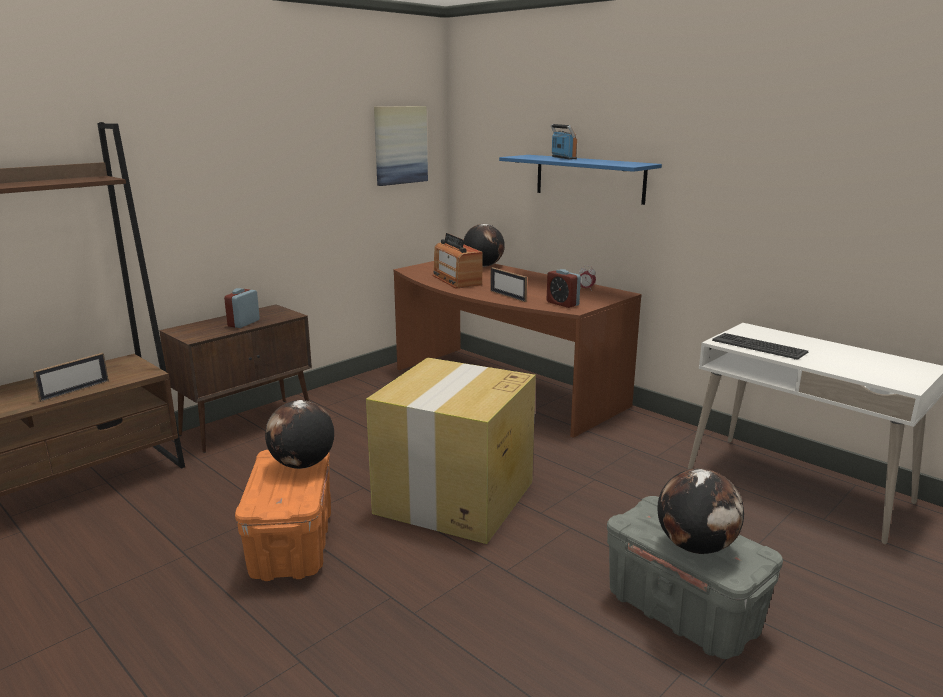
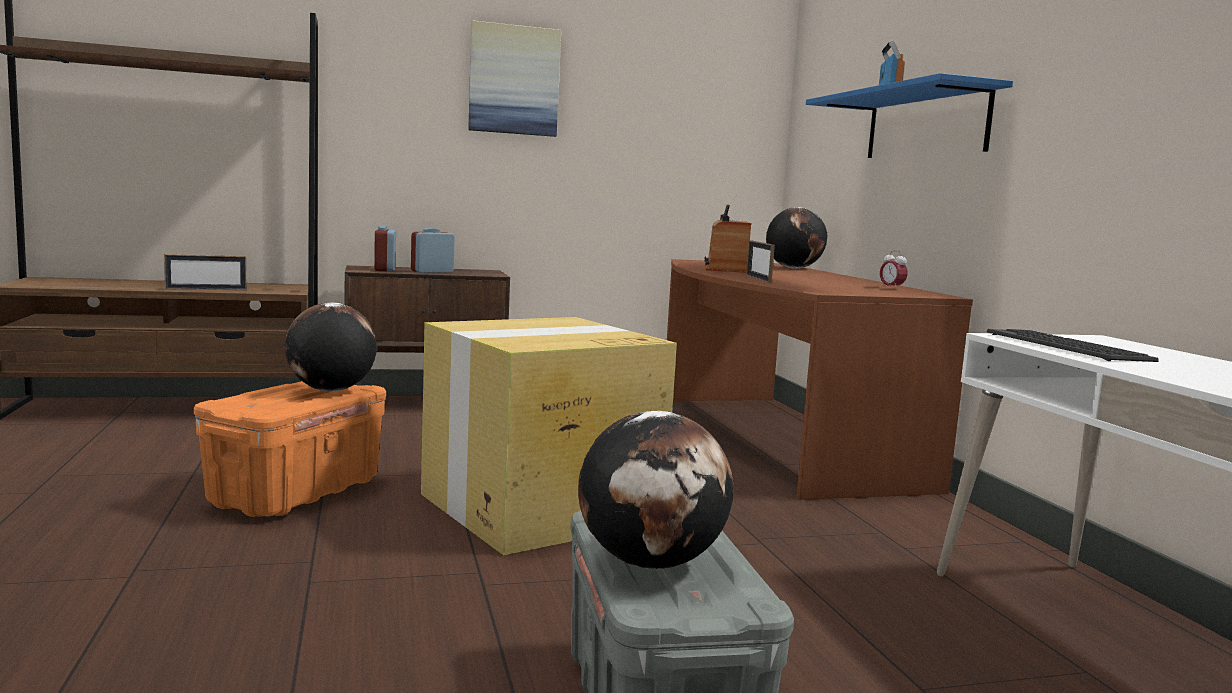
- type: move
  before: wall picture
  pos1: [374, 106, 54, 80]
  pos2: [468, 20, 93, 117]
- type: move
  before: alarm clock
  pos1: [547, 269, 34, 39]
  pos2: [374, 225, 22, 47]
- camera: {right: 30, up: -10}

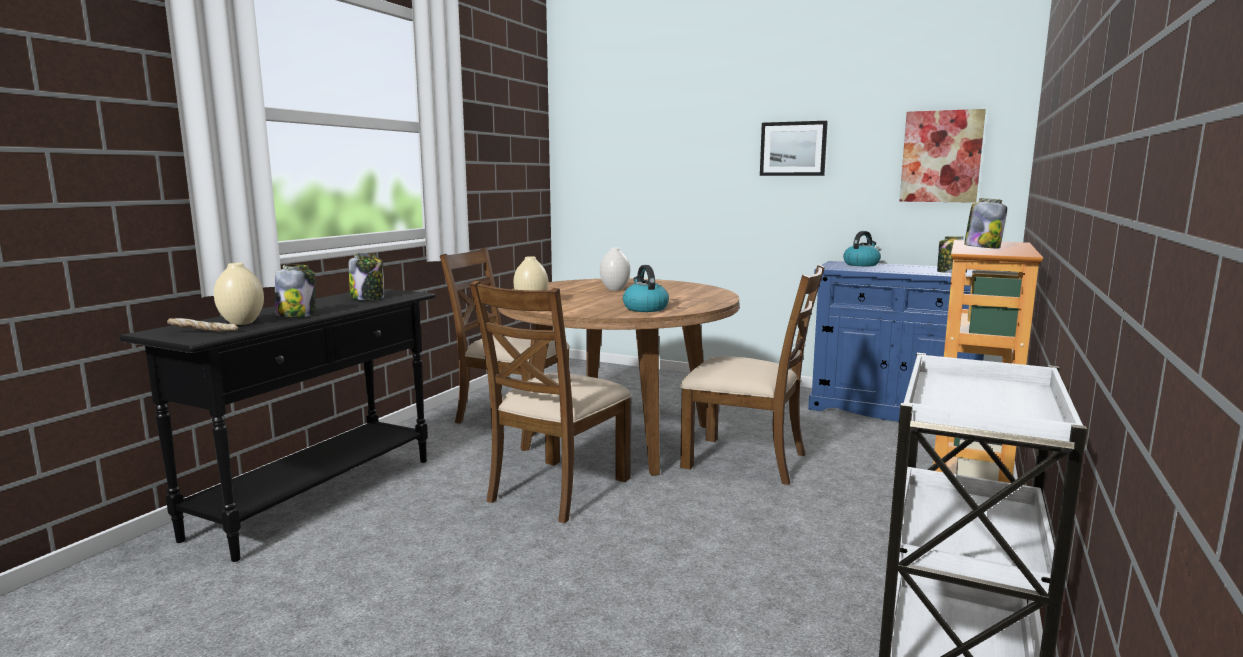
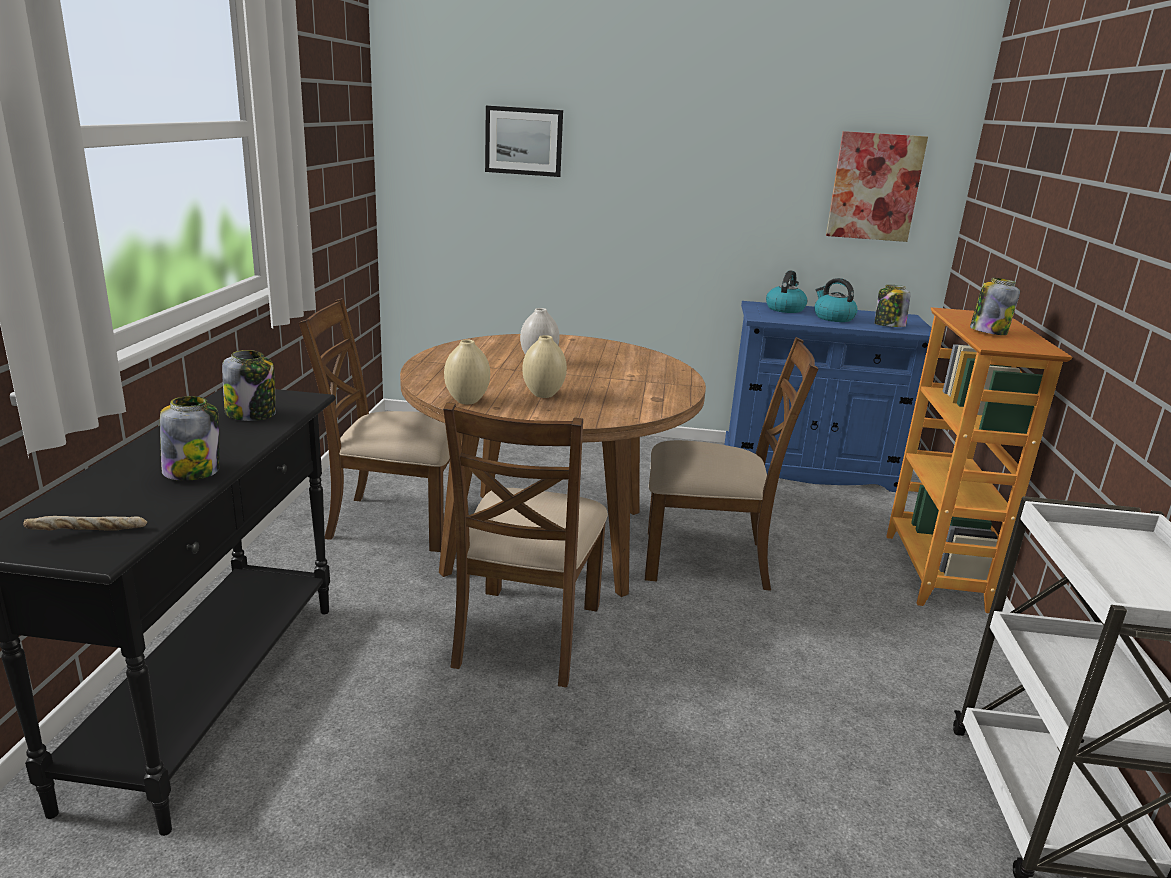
- type: move
  before: wall picture
  pos1: [760, 121, 68, 55]
  pos2: [485, 106, 78, 71]
- type: move
  before: vase/beige
  pos1: [214, 263, 50, 62]
  pos2: [522, 335, 45, 63]
- type: move
  before: tea kettle
  pos1: [623, 265, 46, 47]
  pos2: [814, 278, 44, 44]
- camera: {right: -20, up: 10}

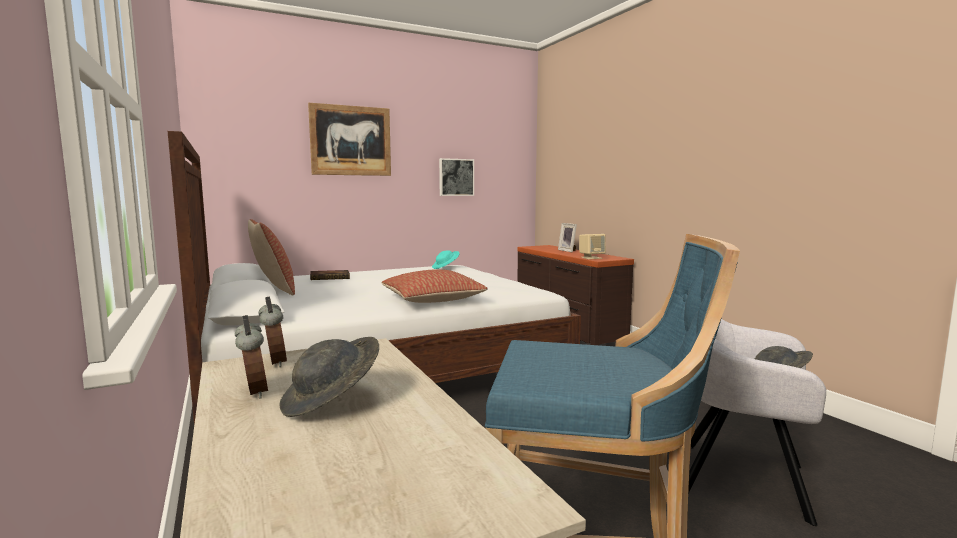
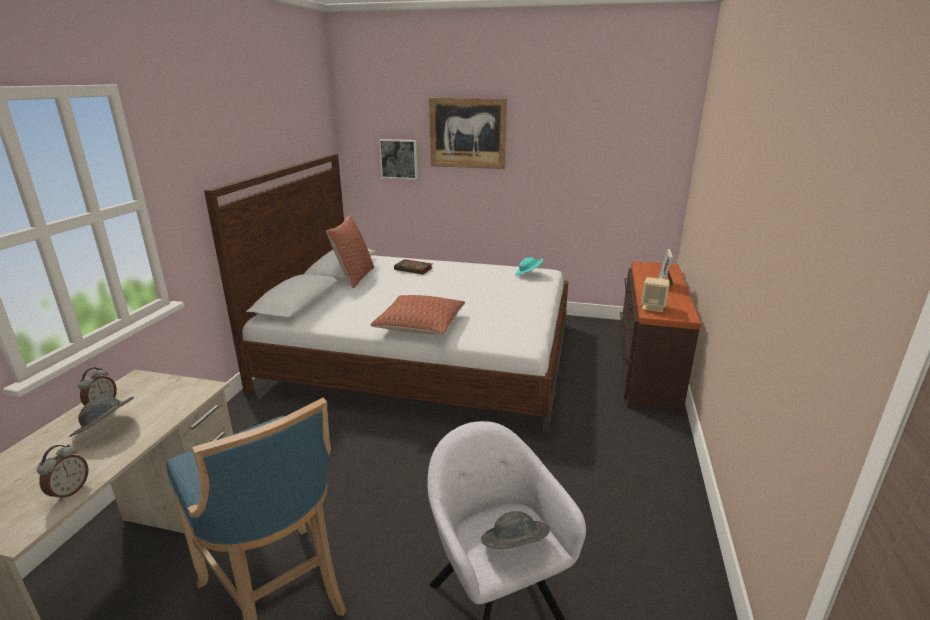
- type: move
  before: wall picture
  pos1: [439, 158, 35, 38]
  pos2: [379, 139, 39, 40]
- type: move
  before: alarm clock
  pos1: [259, 297, 28, 70]
  pos2: [37, 445, 52, 57]
- camera: {right: 40, up: 15}

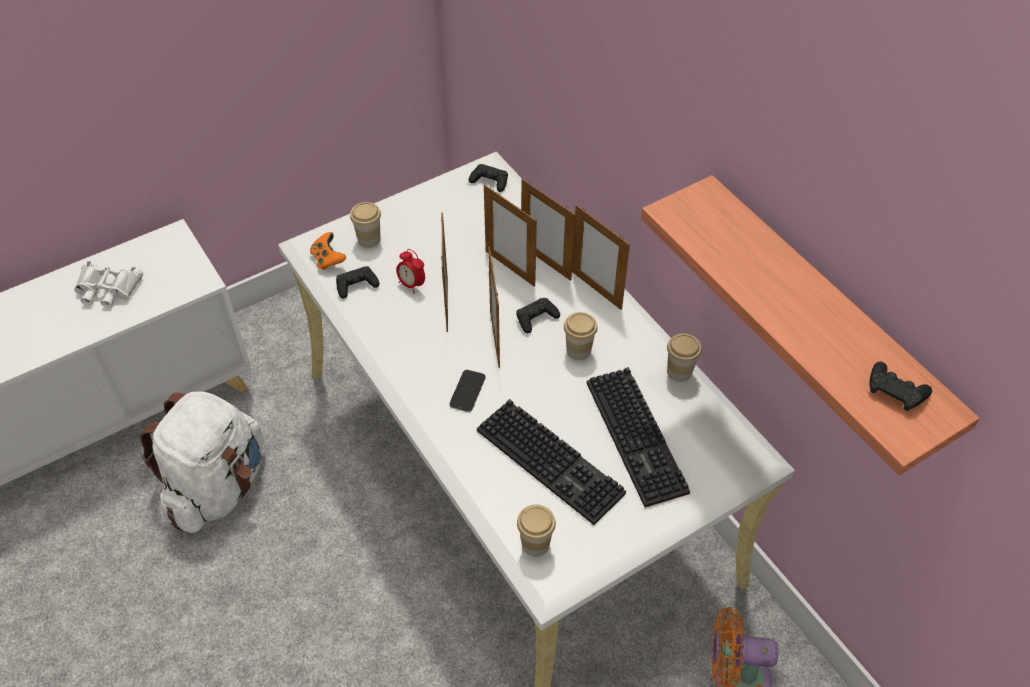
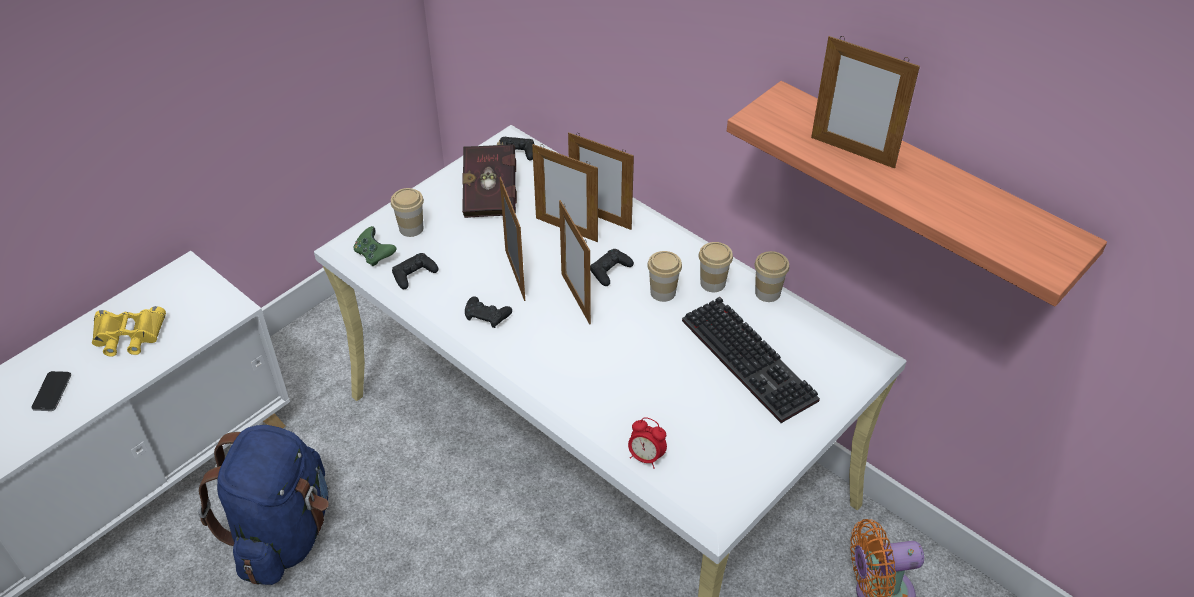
- type: move
  before: picture frame
  pos1: [572, 205, 58, 105]
  pos2: [811, 36, 109, 133]
- type: recolor
  before: game controller/orange-coloured
  after: game controller/green
  pos1: [310, 232, 36, 38]
  pos2: [354, 226, 43, 40]
- type: move
  before: alarm clock
  pos1: [396, 249, 29, 45]
  pos2: [628, 417, 39, 52]
- type: recolor
  before: binoculars/white
  after: binoculars/yellowish
  pos1: [74, 261, 69, 47]
  pos2: [92, 306, 74, 51]
- type: move
  before: game controller/black-coloured
  pos1: [869, 362, 63, 49]
  pos2: [465, 296, 47, 32]
- type: move
  before: phone
  pos1: [449, 370, 37, 42]
  pos2: [32, 371, 39, 40]
- type: recolor
  before: knapsack/white
  after: knapsack/blue
  pos1: [140, 392, 124, 141]
  pos2: [198, 425, 131, 160]
- type: delete
  before: keyboard
  pos1: [477, 399, 149, 126]
- type: move
  before: cup
  pos1: [517, 505, 39, 52]
  pos2: [699, 242, 34, 50]
- type: insert
  after: bound book/reddish
  pos2: [462, 140, 55, 78]
- camera: {right: -15, up: -5}

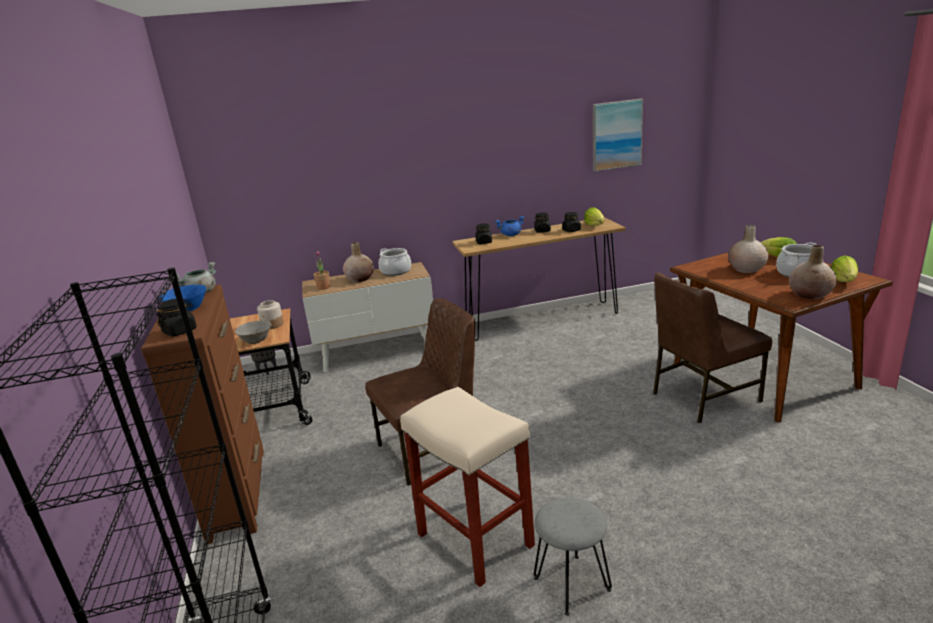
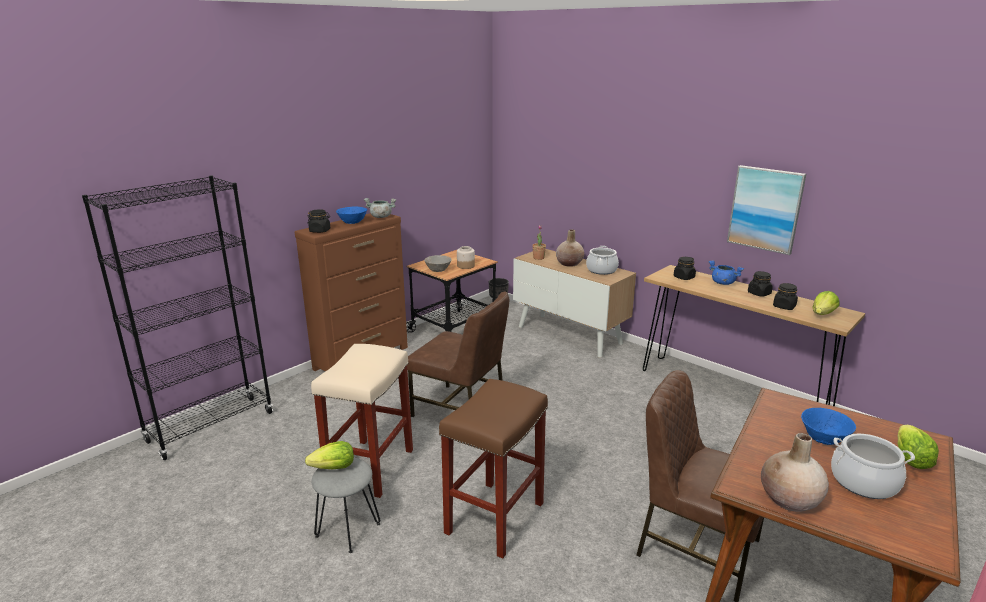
- type: move
  before: wall picture
  pos1: [593, 99, 50, 72]
  pos2: [727, 165, 79, 90]
- type: replace
  before: vase/beige
  after: deep dish/blue
  pos1: [728, 225, 41, 48]
  pos2: [801, 408, 55, 37]
- type: move
  before: lettuce head
  pos1: [831, 255, 27, 27]
  pos2: [305, 441, 49, 29]
- type: insert
  after: stool seat/brownish
  pos2: [439, 379, 109, 180]
- camera: {right: 55, up: 0}

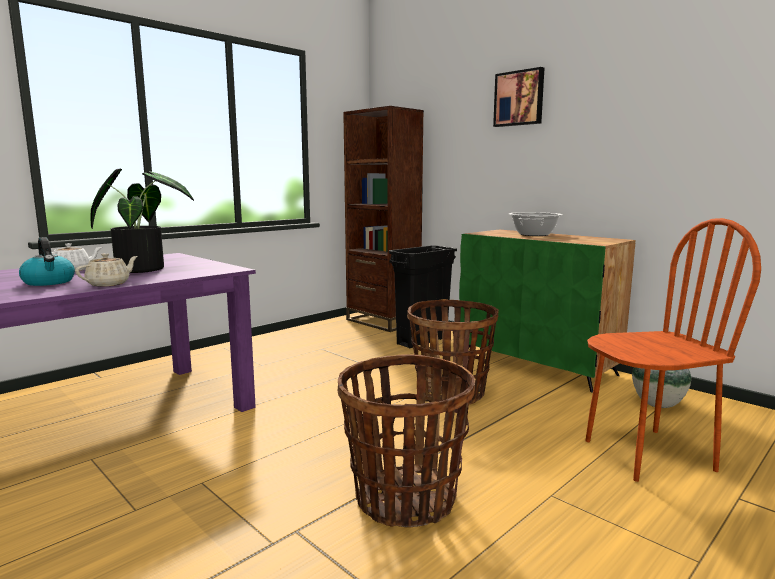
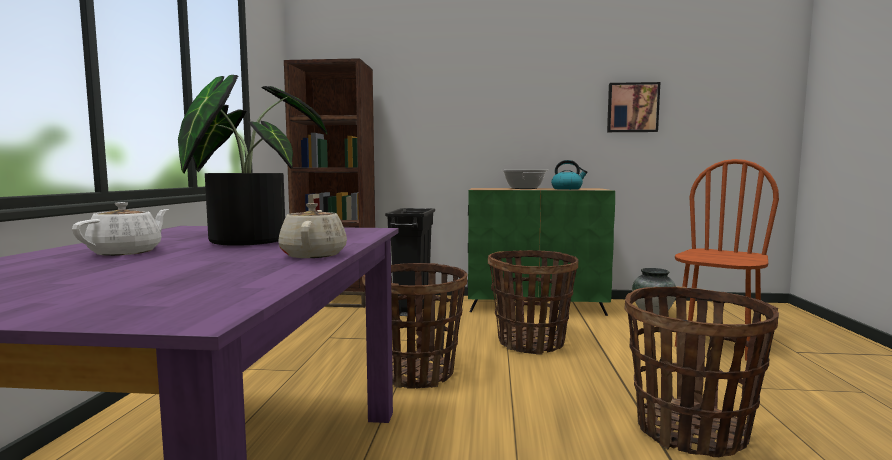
- type: move
  before: wall picture
  pos1: [493, 67, 51, 60]
  pos2: [607, 82, 53, 50]
- type: move
  before: tea kettle
  pos1: [19, 237, 56, 49]
  pos2: [551, 160, 37, 30]
- type: insert
  after: basket
  pos2: [362, 263, 105, 126]
- camera: {right: -40, up: -5}

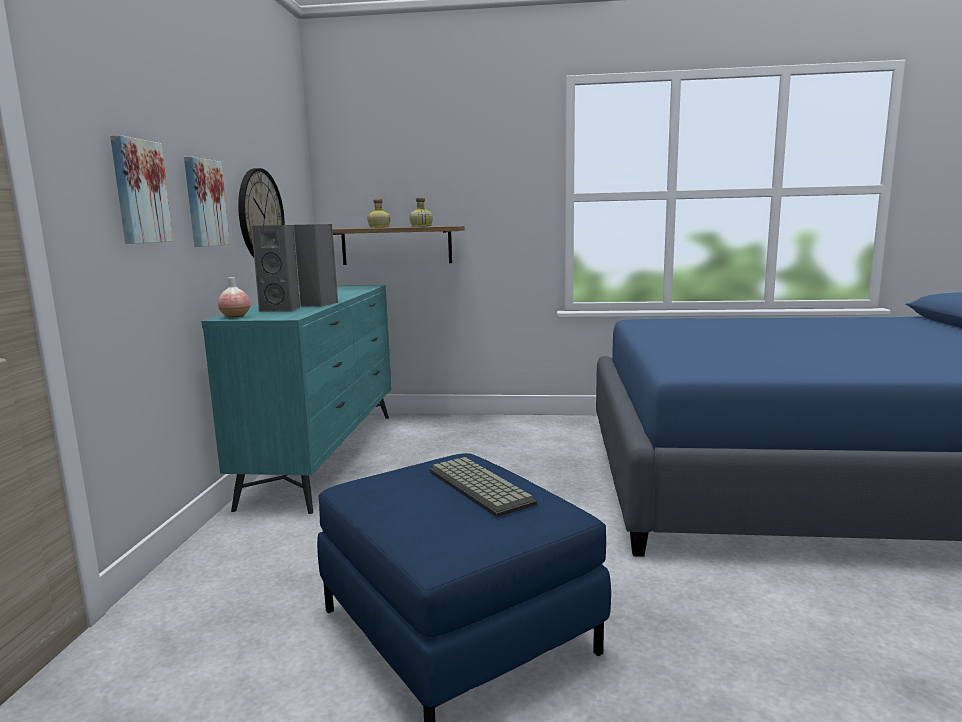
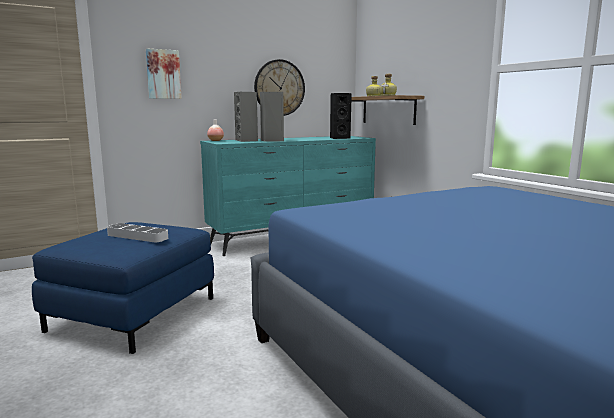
- type: delete
  before: wall picture
  pos1: [184, 157, 46, 90]
- type: replace
  before: keyboard
  after: serving tray/gray
  pos1: [430, 457, 107, 60]
  pos2: [107, 223, 61, 19]
- type: insert
  after: loudspeaker/black-coloured
  pos2: [330, 93, 22, 46]
- camera: {right: 55, up: 0}

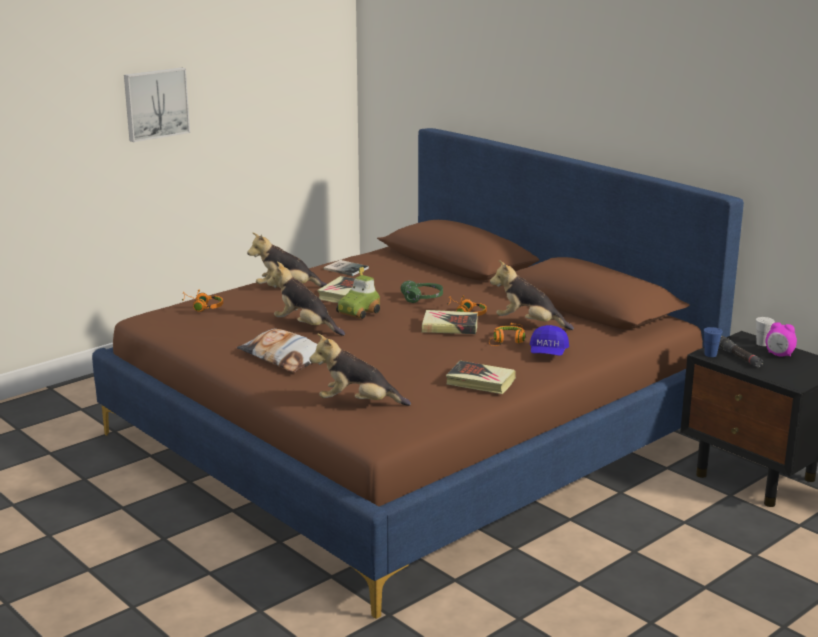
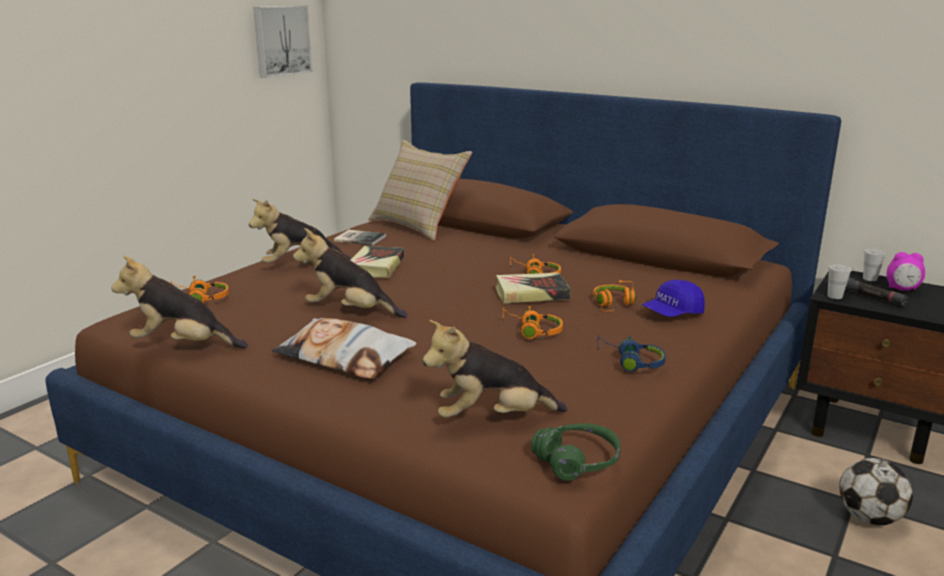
- type: move
  before: wall picture
  pos1: [124, 67, 66, 75]
  pos2: [253, 6, 60, 72]
- type: move
  before: soft toy
  pos1: [490, 260, 84, 70]
  pos2: [111, 255, 137, 93]
- type: delete
  before: miniature car
  pos1: [336, 267, 44, 52]
- type: move
  before: pair of headphones/green
  pos1: [401, 281, 42, 22]
  pos2: [531, 423, 90, 58]
- type: rotate
  before: cap/blue
  pos1: [530, 325, 39, 31]
  pos2: [642, 280, 63, 37]
  turn: 60
- type: recolor
  before: cup/blue
  after: cup/white
  pos1: [703, 327, 20, 30]
  pos2: [828, 264, 24, 35]
- type: replace
  before: bound book
  after: pair of headphones/blue
  pos1: [446, 361, 70, 33]
  pos2: [597, 335, 69, 37]
- type: insert
  after: pillow/beige
  pos2: [368, 140, 104, 101]
- type: insert
  after: pair of headphones/orange-coloured
  pos2: [502, 306, 61, 33]
- type: insert
  after: ball for football
  pos2: [839, 458, 74, 67]
- camera: {right: -15, up: 0}

